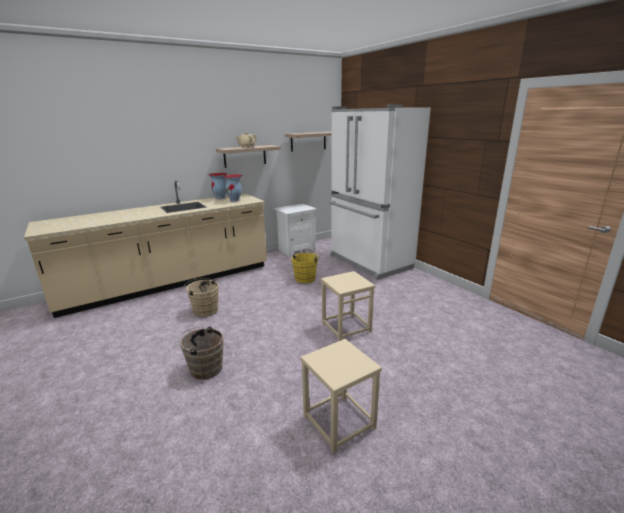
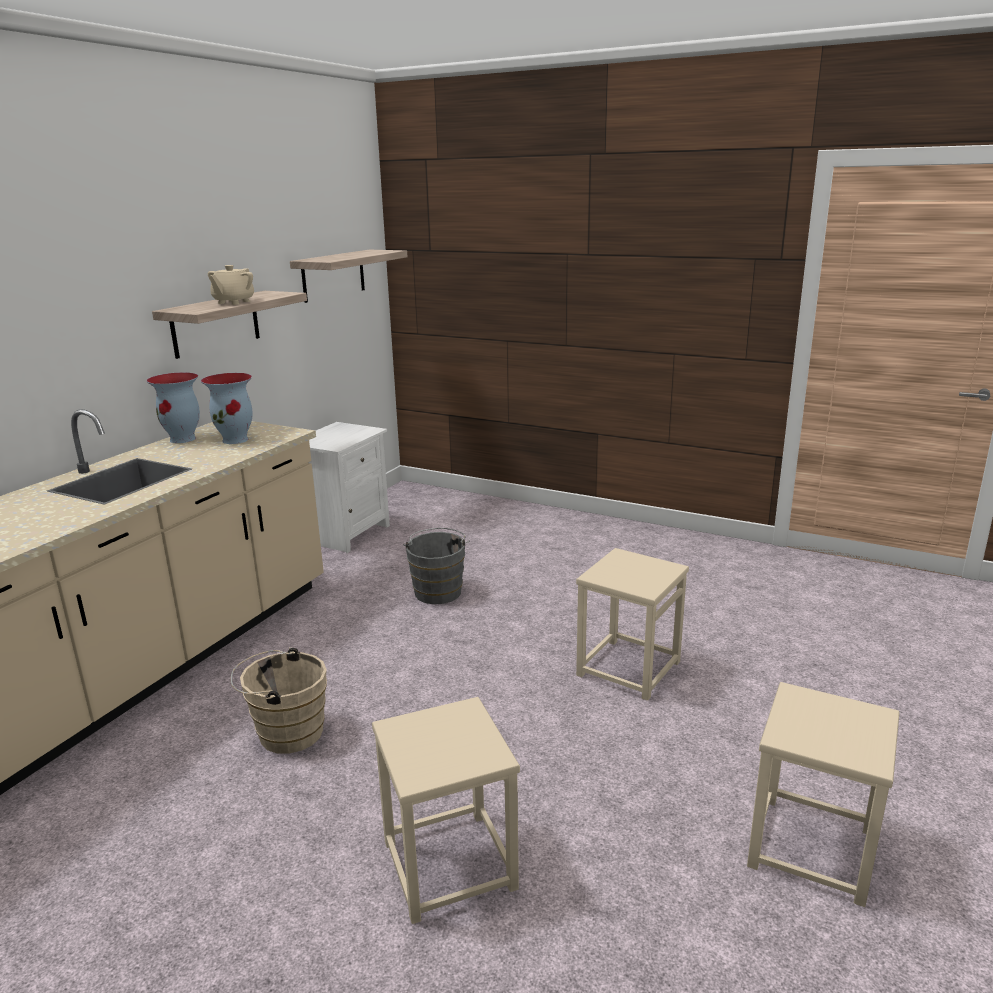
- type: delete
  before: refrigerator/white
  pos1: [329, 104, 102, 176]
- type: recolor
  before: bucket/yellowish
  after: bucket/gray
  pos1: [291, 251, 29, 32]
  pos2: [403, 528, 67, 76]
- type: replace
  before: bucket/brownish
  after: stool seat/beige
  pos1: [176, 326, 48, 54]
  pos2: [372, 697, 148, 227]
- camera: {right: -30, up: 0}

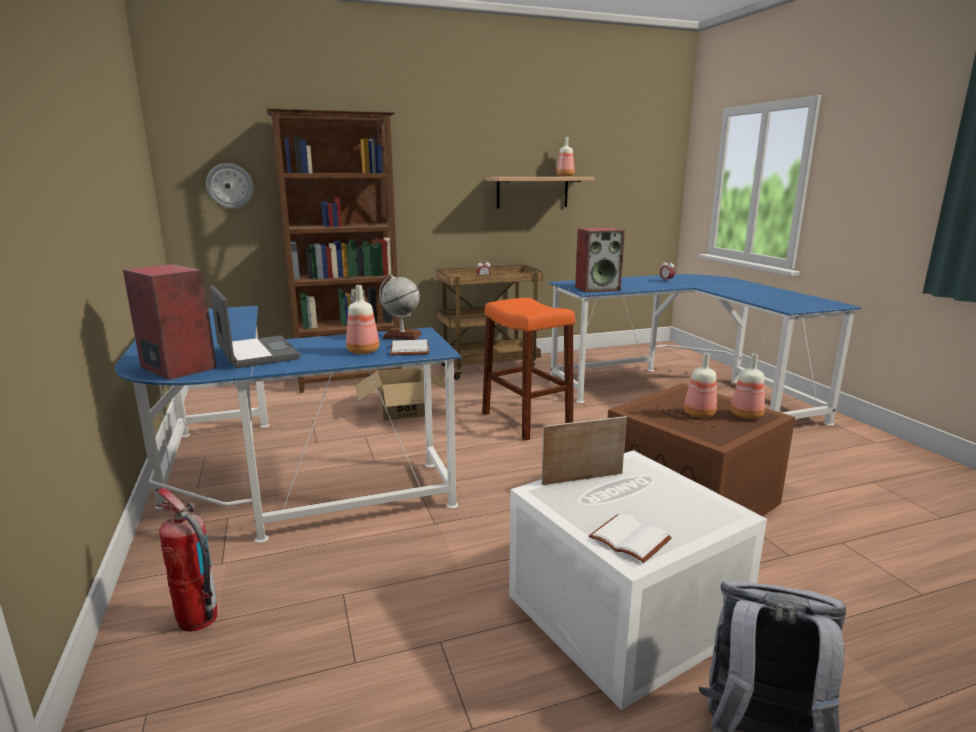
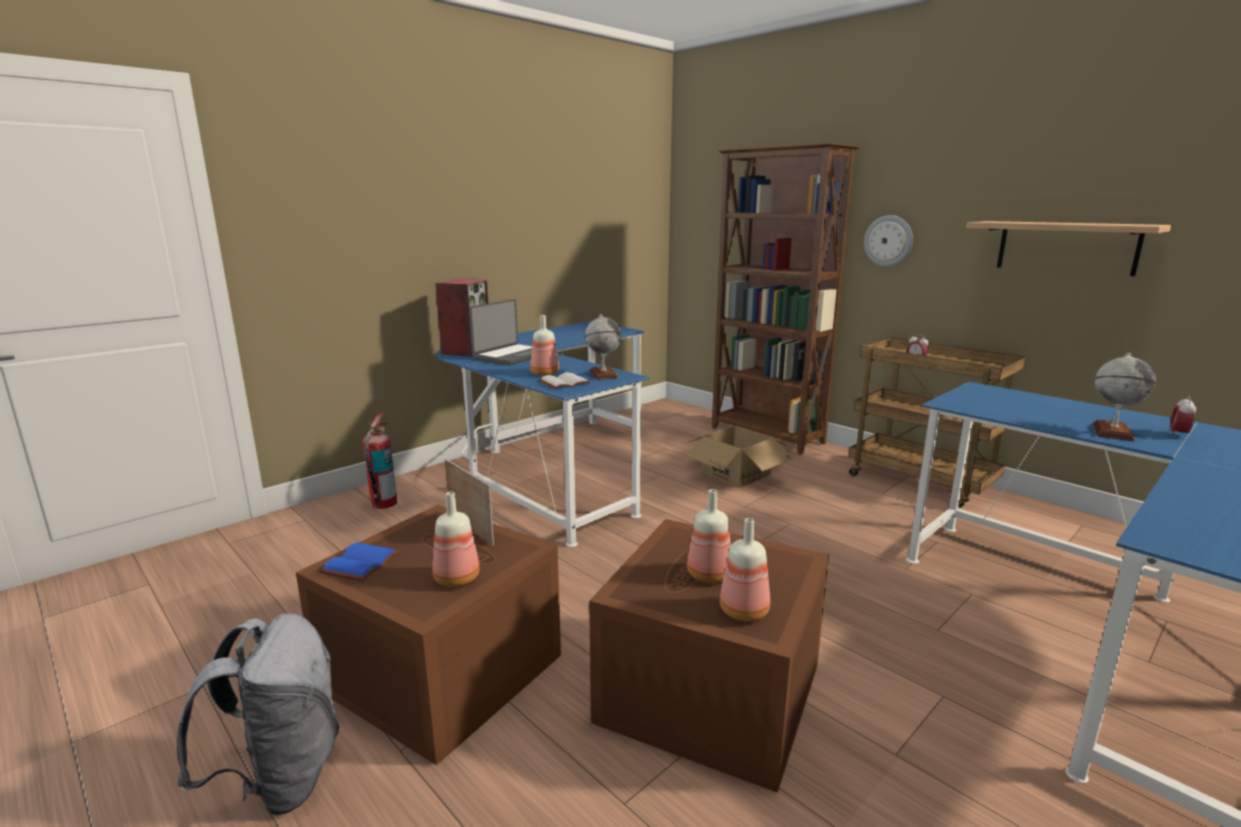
- type: move
  before: bottle
  pos1: [556, 137, 19, 40]
  pos2: [432, 492, 48, 95]
- type: move
  before: hanging clock
  pos1: [206, 163, 48, 46]
  pos2: [864, 215, 49, 52]
- type: delete
  before: loudspeaker
  pos1: [575, 228, 50, 65]
- type: delete
  before: stool seat/orange-coloured
  pos1: [482, 298, 93, 143]
- type: recolor
  before: storage bin/white
  after: storage bin/brownish
  pos1: [509, 450, 258, 260]
  pos2: [296, 505, 265, 260]
- type: recolor
  before: bound book/white
  after: bound book/blue
  pos1: [589, 513, 83, 50]
  pos2: [320, 542, 80, 39]
- type: insert
  after: globe
  pos2: [1092, 353, 64, 89]
- camera: {right: 65, up: 0}

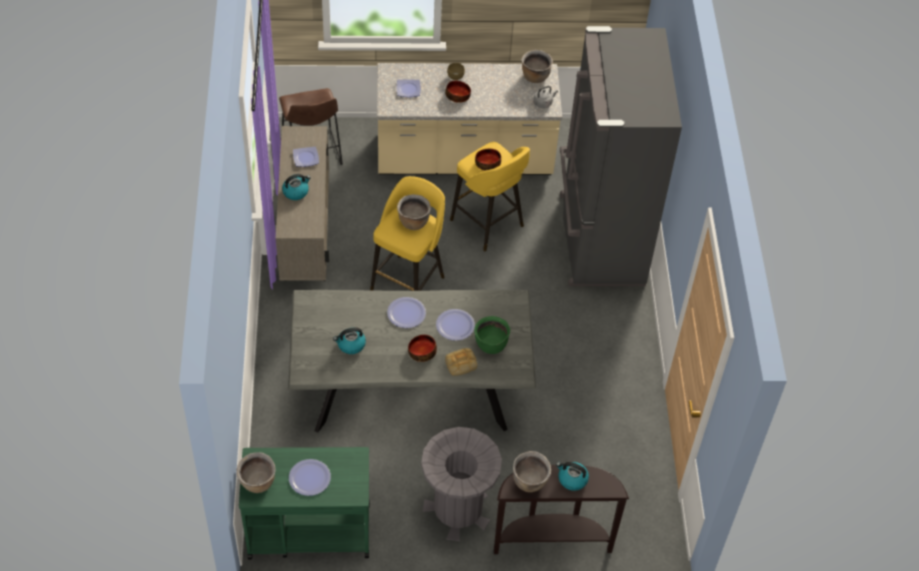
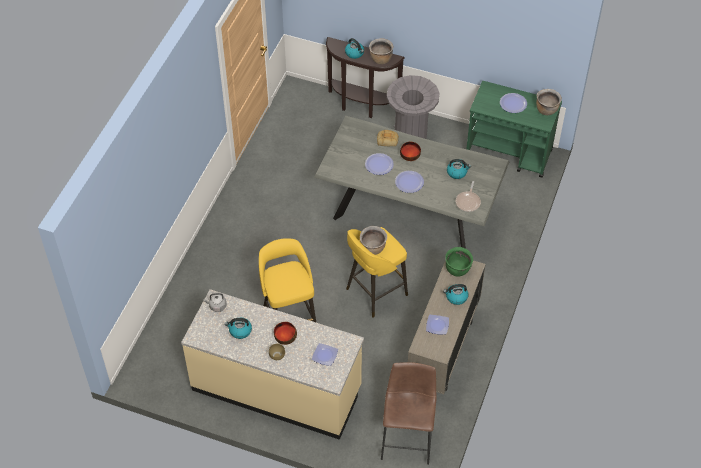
- type: delete
  before: refrigerator/gray
  pos1: [560, 26, 122, 260]
- type: delete
  before: stockpot/brownish
  pos1: [521, 50, 32, 33]
- type: delete
  before: deep dish
  pos1: [475, 149, 26, 22]
- type: move
  before: stockpot/green
  pos1: [474, 316, 36, 38]
  pos2: [445, 247, 28, 30]
- type: insert
  after: pan
  pos2: [456, 181, 25, 31]
- type: insert
  after: tea kettle
  pos2: [225, 318, 27, 21]
- camera: {right: -155, up: 0}

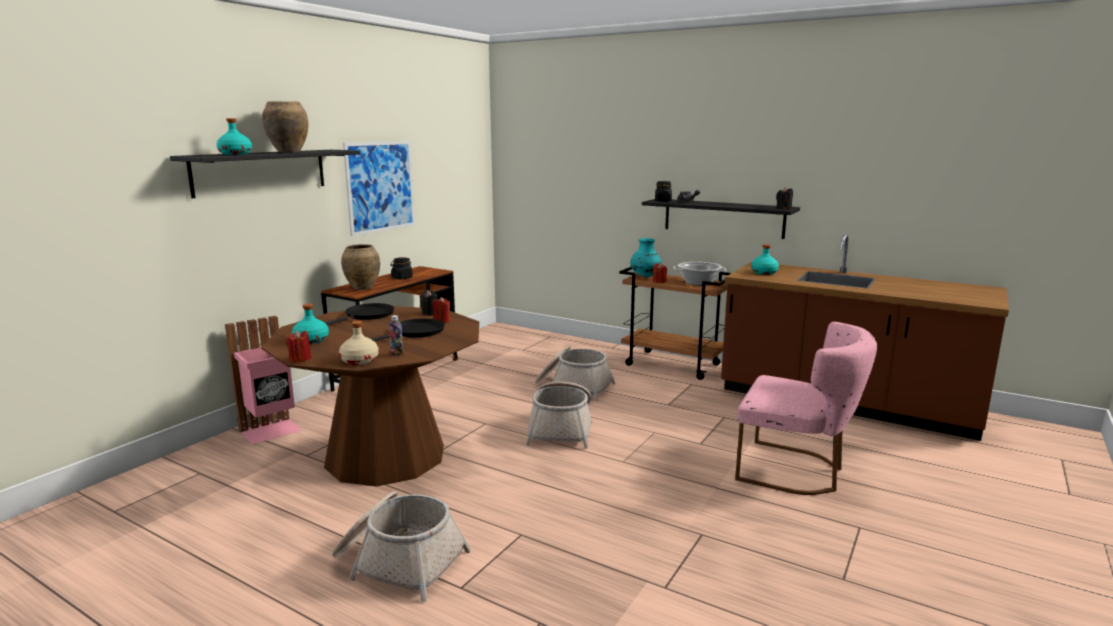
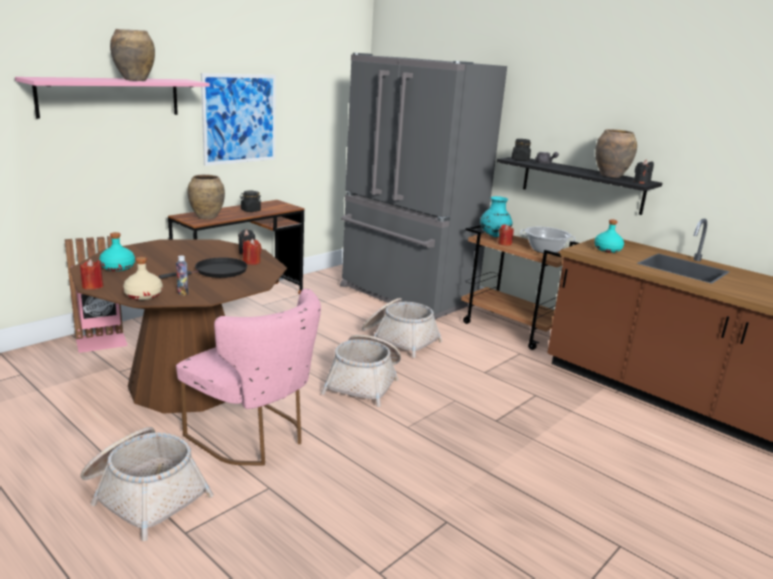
- type: delete
  before: bottle/blue-green
  pos1: [216, 118, 36, 37]
- type: recolor
  before: shelf/black-coloured
  after: shelf/pinkish
  pos1: [170, 150, 190, 48]
  pos2: [15, 77, 195, 42]
- type: delete
  before: pan/black-coloured
  pos1: [325, 303, 69, 22]
- type: move
  before: upright chair/pinkish
  pos1: [735, 322, 142, 173]
  pos2: [176, 289, 145, 176]
- type: insert
  after: refrigerator/gray
  pos2: [340, 53, 167, 266]
- type: insert
  after: vase/brownish
  pos2: [595, 129, 42, 49]
- camera: {right: 10, up: 5}

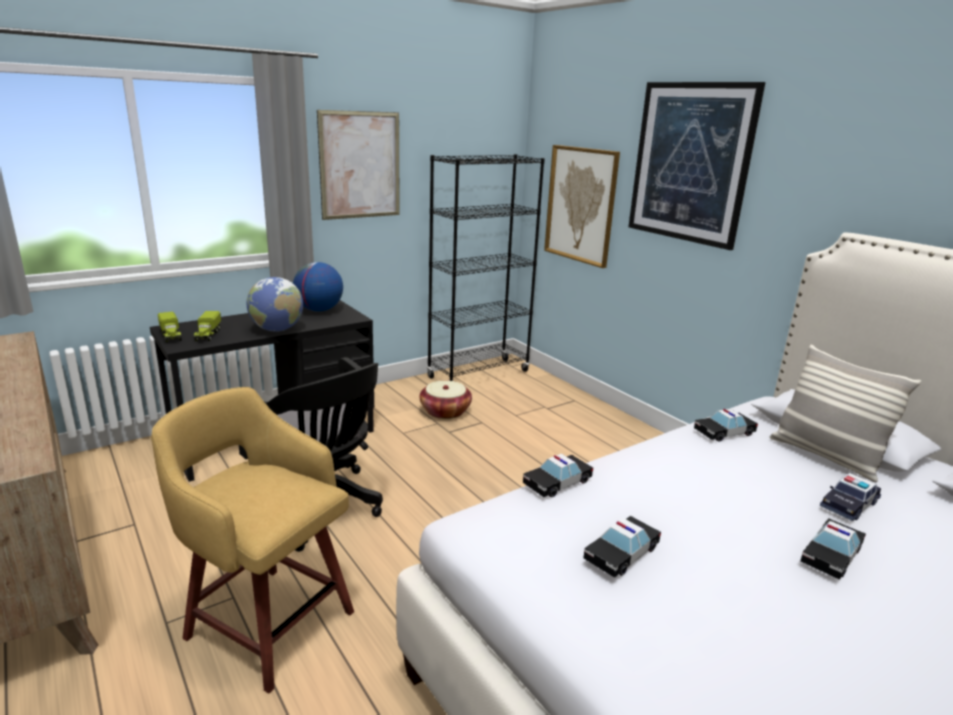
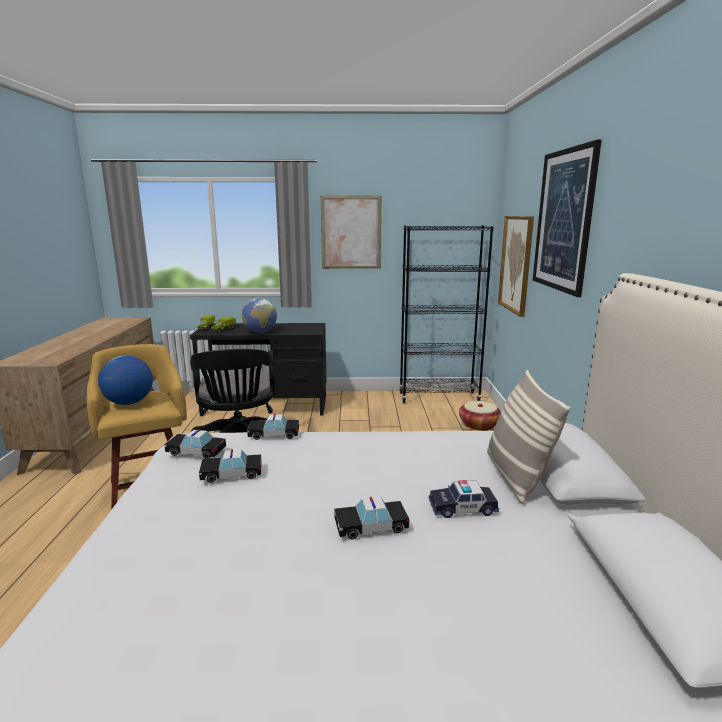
- type: move
  before: globe
  pos1: [293, 262, 50, 50]
  pos2: [98, 355, 55, 50]
- type: move
  before: basket
  pos1: [420, 381, 52, 38]
  pos2: [459, 401, 42, 30]
- type: move
  before: miniature car
  pos1: [694, 409, 64, 33]
  pos2: [164, 429, 62, 30]
- camera: {right: 35, up: -5}

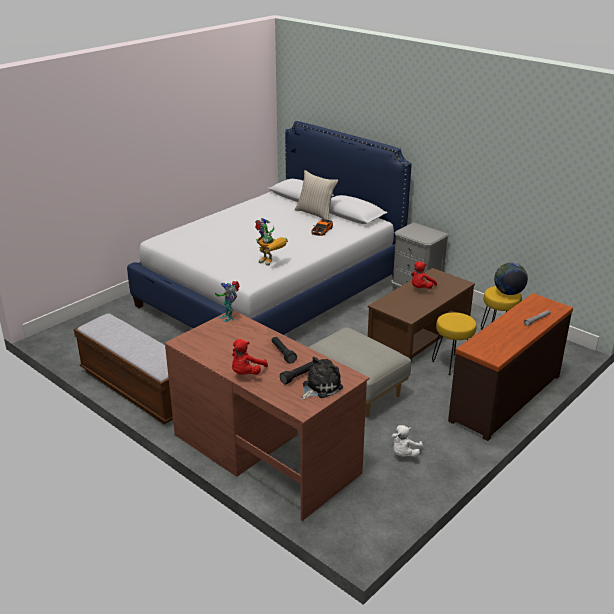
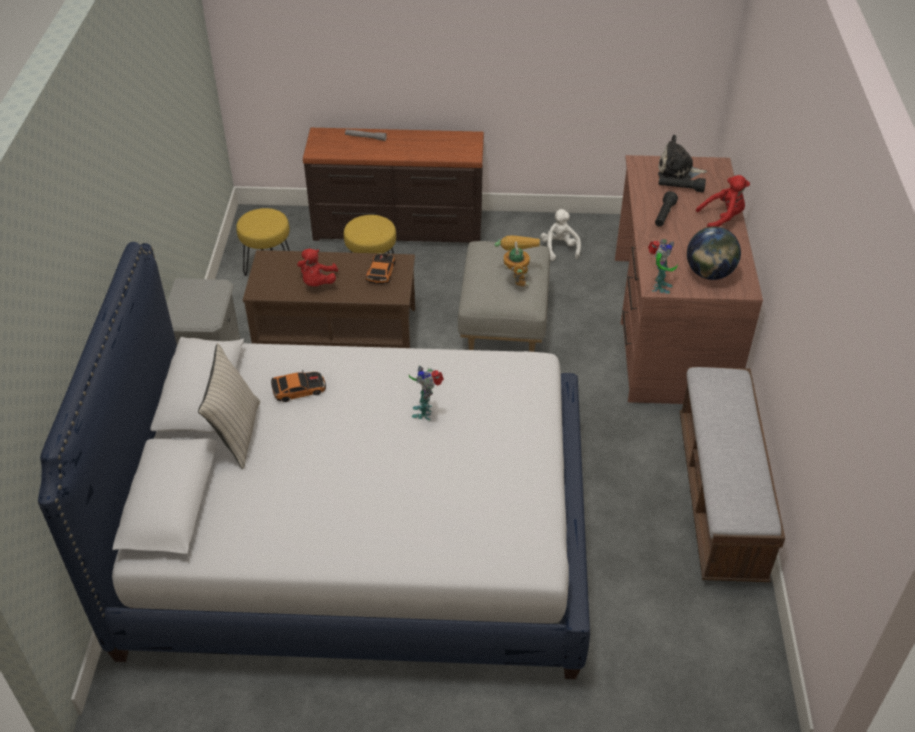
- type: move
  before: robot figure
  pos1: [256, 230, 32, 36]
  pos2: [495, 235, 45, 53]
- type: rotate
  before: soft toy/reddish
  pos1: [411, 261, 26, 28]
  pos2: [297, 249, 41, 37]
  turn: 105
- type: move
  before: globe
  pos1: [494, 263, 34, 32]
  pos2: [687, 226, 54, 54]
- type: rotate
  before: soft toy/white
  pos1: [392, 425, 31, 32]
  pos2: [540, 209, 41, 52]
  turn: -90
- type: insert
  after: miniature car
  pos2: [366, 253, 29, 31]
- camera: {right: -130, up: 15}

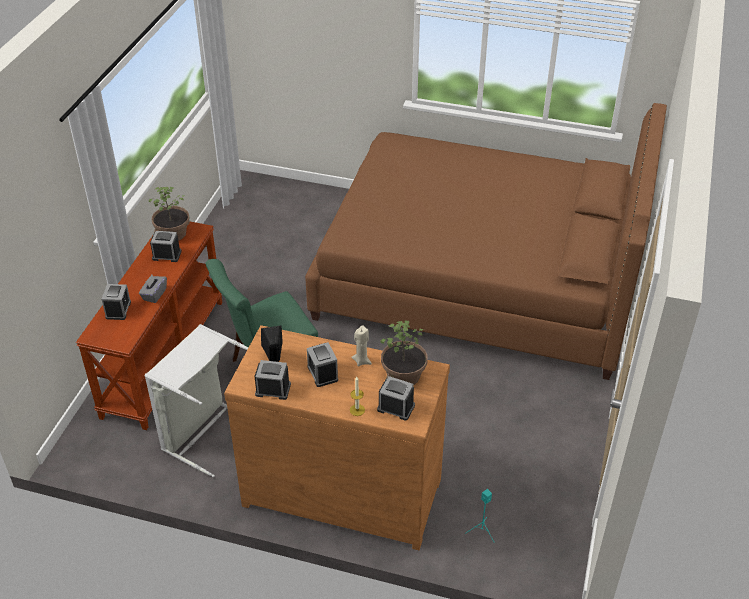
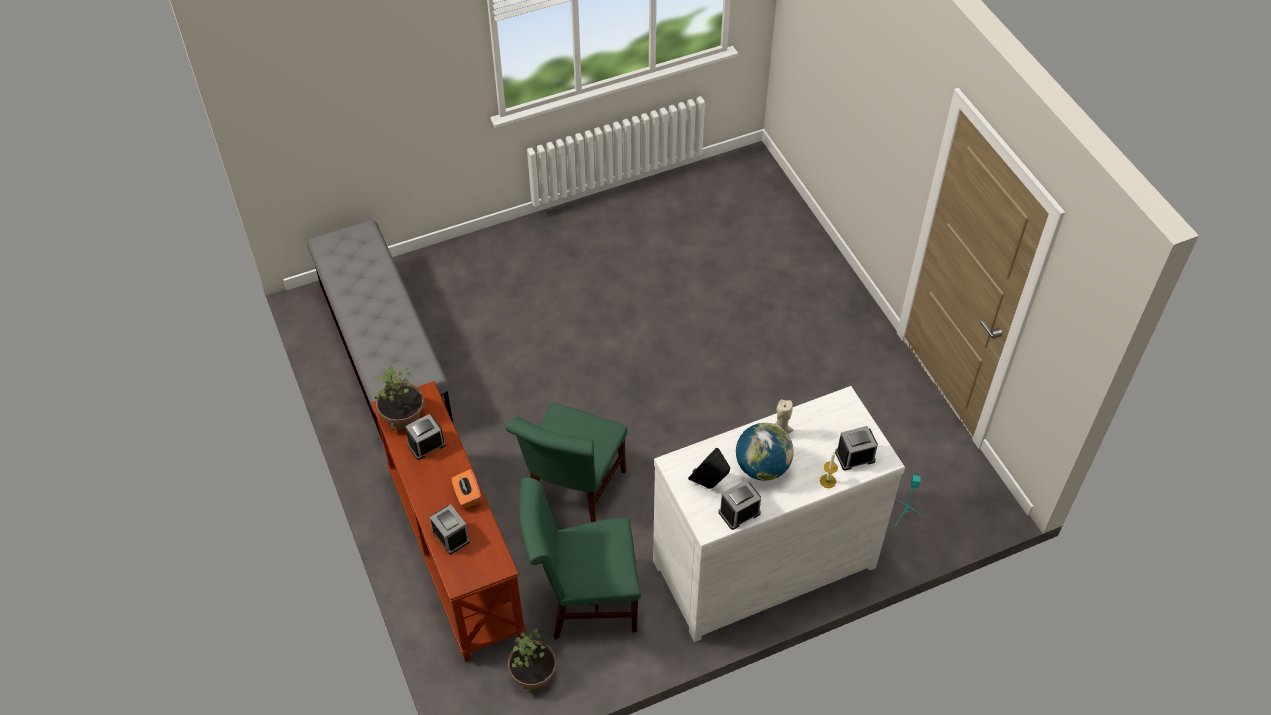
- type: delete
  before: sleeping bed/brownish
  pos1: [305, 103, 362, 277]
- type: recolor
  before: tissue holder/gray
  after: tissue holder/orange-coloured
  pos1: [139, 275, 28, 28]
  pos2: [451, 469, 30, 40]
- type: move
  before: plant in a pot
  pos1: [380, 321, 48, 64]
  pos2: [508, 629, 48, 64]
- type: replace
  before: washing basket/gray
  after: upright chair/green
  pos1: [145, 324, 103, 153]
  pos2: [519, 477, 122, 163]
- type: recolor
  before: drawer chest/brownish
  after: drawer chest/white
  pos1: [224, 325, 226, 225]
  pos2: [653, 386, 252, 256]
- type: replace
  before: alarm clock
  after: globe
  pos1: [307, 342, 31, 45]
  pos2: [736, 423, 58, 58]
- type: insert
  after: indoor bench/gray
  pos2: [307, 220, 147, 222]
- camera: {right: -40, up: 10}

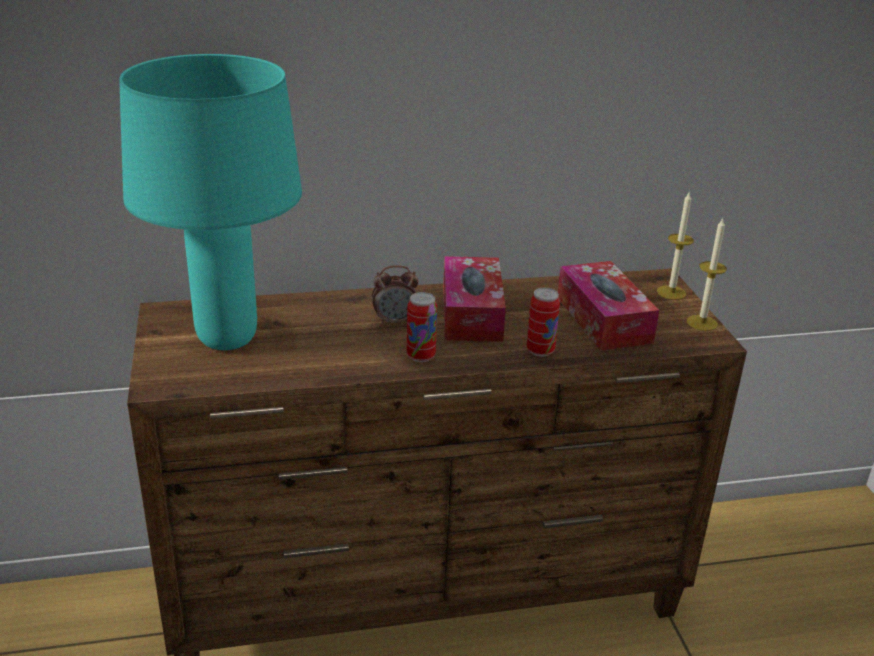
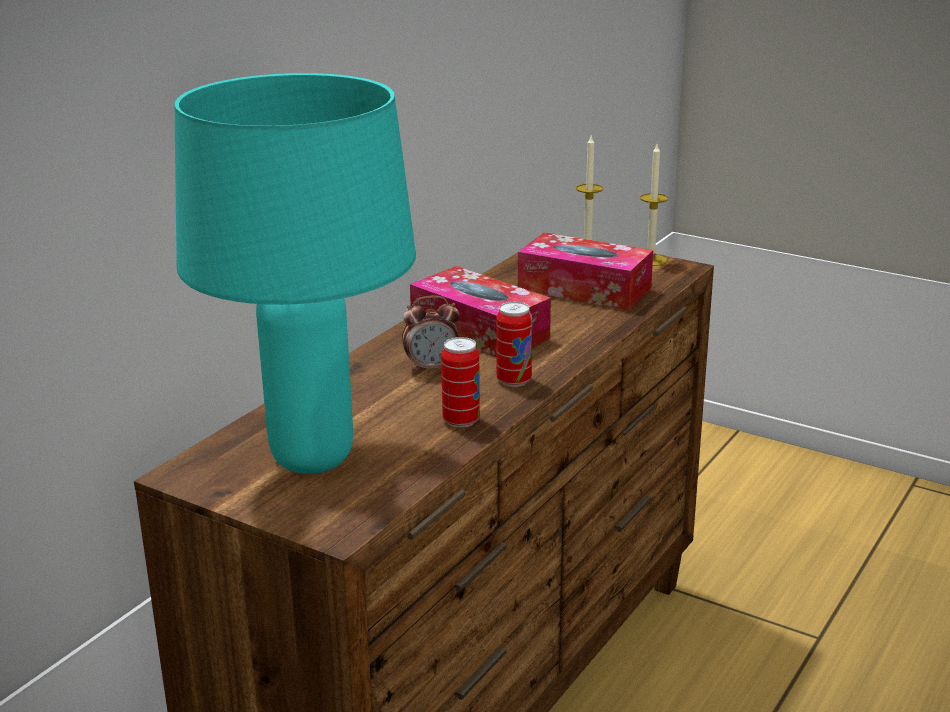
- type: rotate
  before: alarm clock
  pos1: [372, 265, 47, 60]
  pos2: [402, 295, 57, 77]
  turn: 45
- type: move
  before: can
  pos1: [527, 288, 33, 69]
  pos2: [441, 337, 39, 91]
- camera: {right: -45, up: -5}

